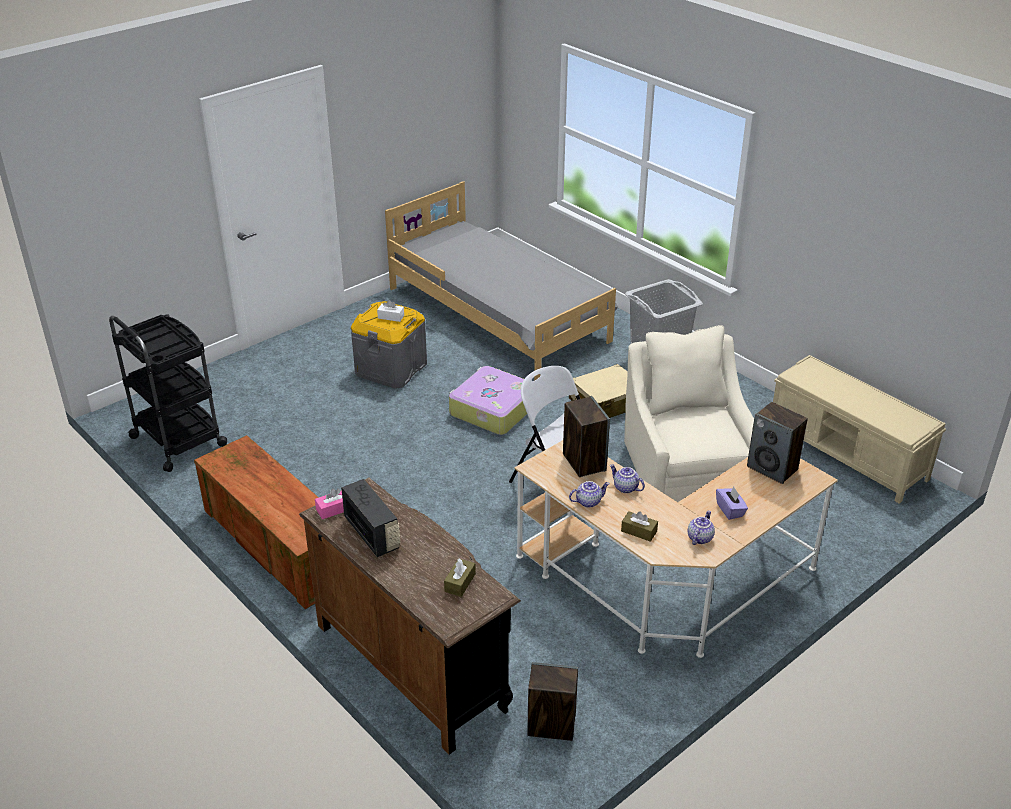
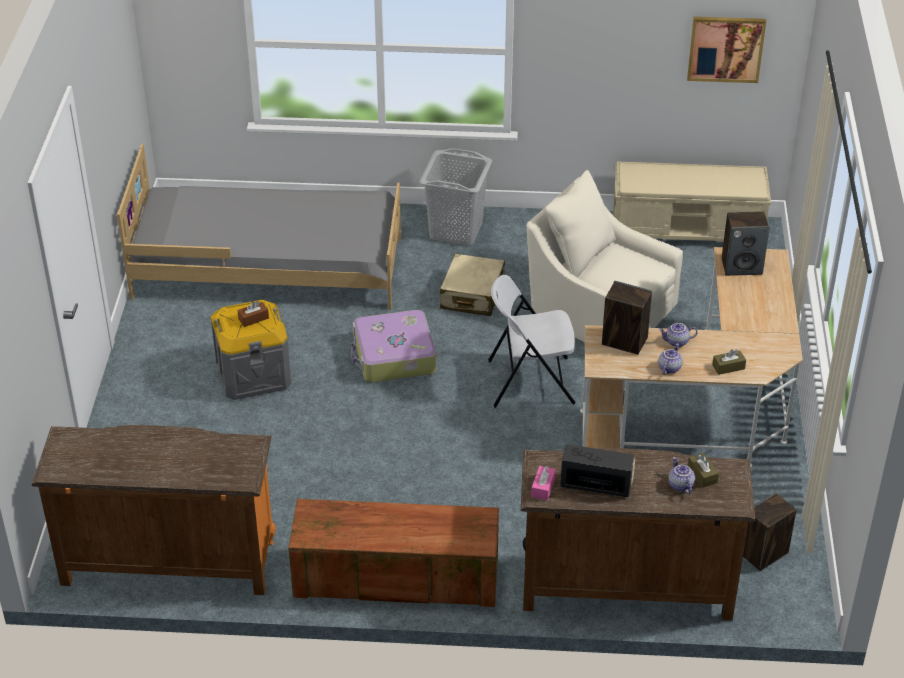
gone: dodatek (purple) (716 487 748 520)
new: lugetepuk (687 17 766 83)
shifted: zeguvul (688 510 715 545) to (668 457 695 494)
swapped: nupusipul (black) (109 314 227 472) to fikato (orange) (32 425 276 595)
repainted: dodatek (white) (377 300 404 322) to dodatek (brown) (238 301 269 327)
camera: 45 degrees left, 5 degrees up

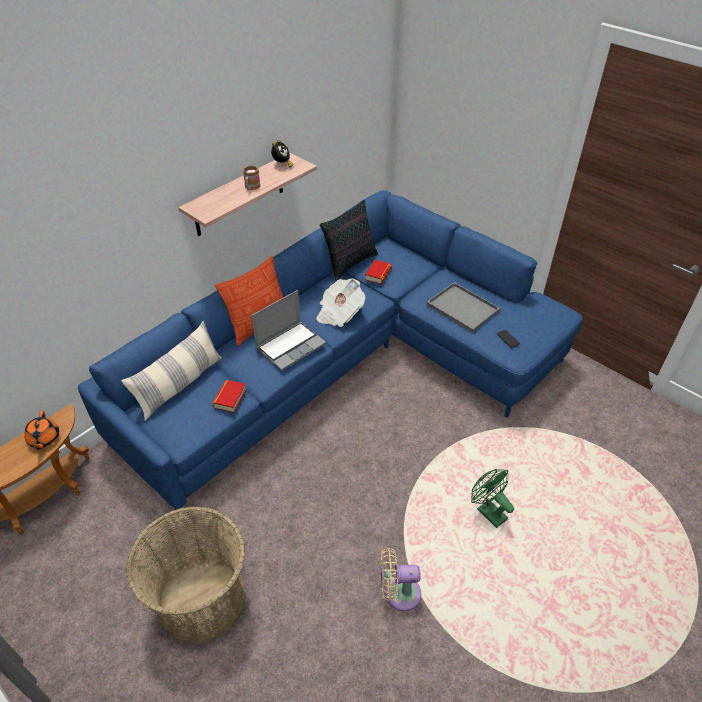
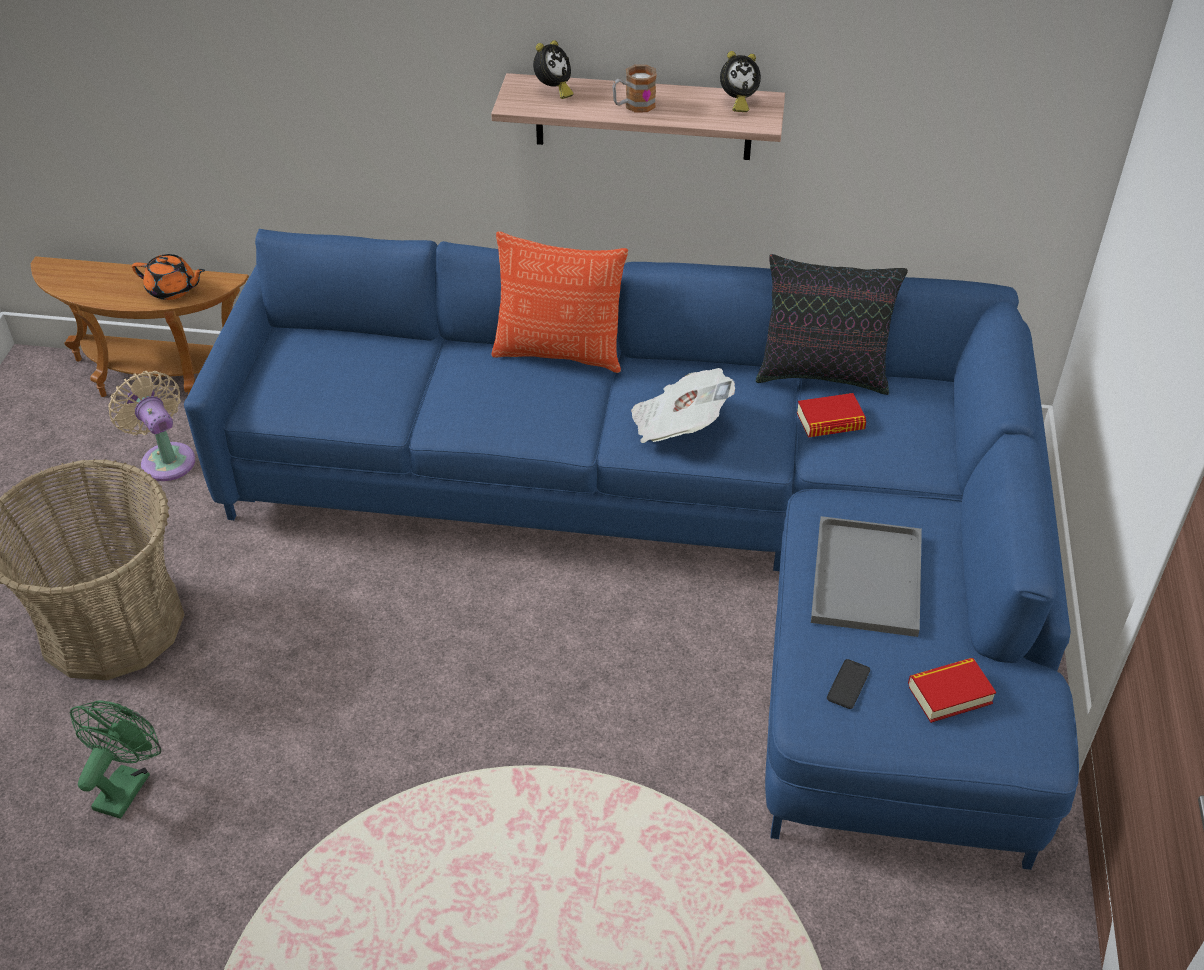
gone: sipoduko (121 321 222 421); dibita (251 290 326 371)
new: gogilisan (533 40 574 99)
shifted: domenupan (212 380 247 413) to (908 658 996 723); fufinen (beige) (381 548 421 611) to (108 371 196 481); fufinen (green) (471 469 514 528) to (70 700 161 819)
rotated: zeguvul (orange) (24 411 59 449) = (132 254 205 300) 120 degrees counterclockwise
camera: 55 degrees right, 0 degrees up

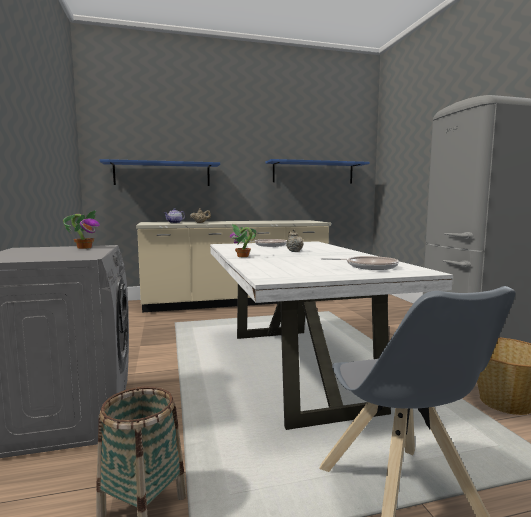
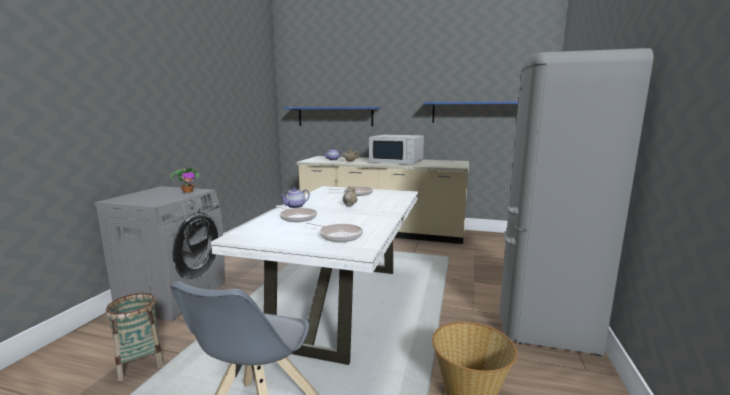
new: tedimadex (276 205 317 222); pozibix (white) (369 135 424 164)
swapped: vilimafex (230 224 256 257) to zeguvul (280 187 310 208)
camera: 30 degrees right, 5 degrees up

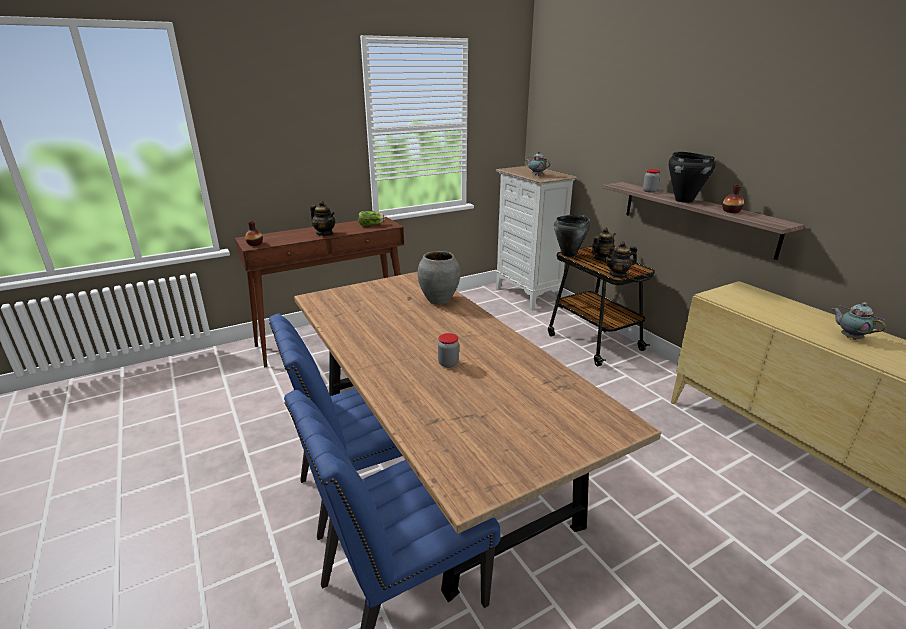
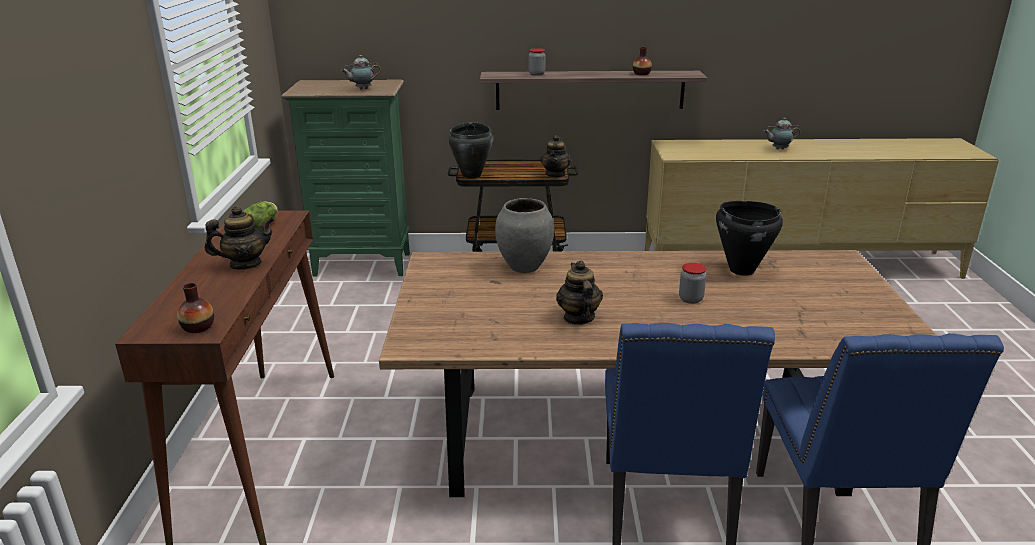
shifted: zeguvul (592 228 616 261) to (556 260 603 325); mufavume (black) (669 152 716 203) to (716 201 783 276)
repainted: fikato (white) (495 166 577 311) to fikato (green) (281 80 410 277)
camera: 60 degrees left, 0 degrees up

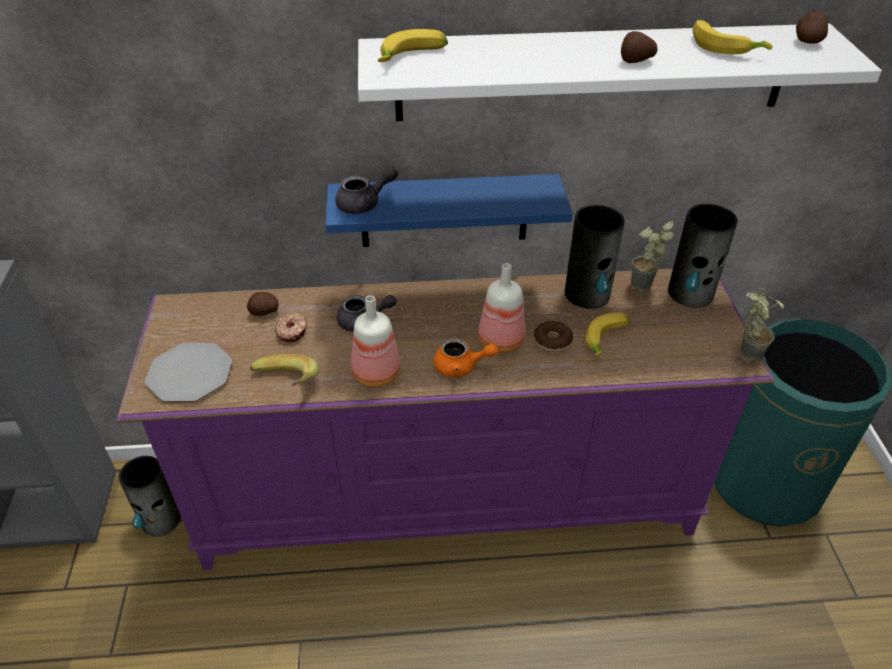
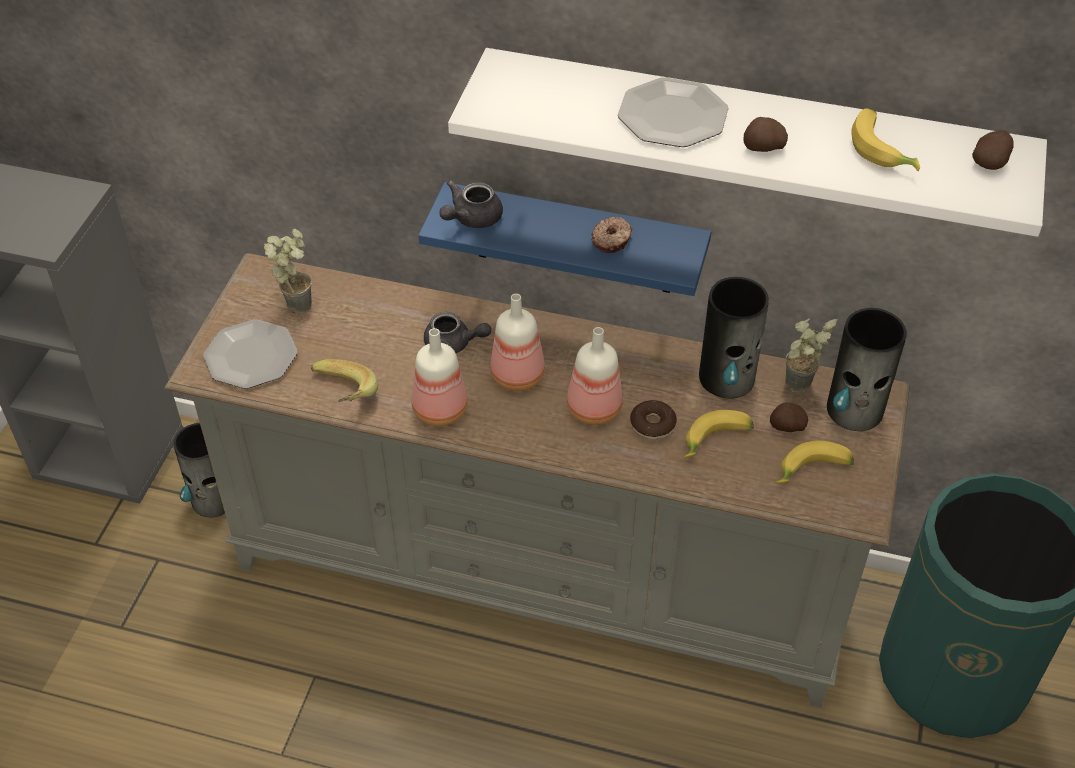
gone: zeguvul (orange) (433 338 498 378)
new: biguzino (490 294 545 391); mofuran (618 77 728 147)
shifted: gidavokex (247 292 279 316) to (770 403 808 432); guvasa (275 312 307 343) to (591 217 632 253); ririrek (378 29 448 62) to (775 441 854 484); vilimafex (740 284 784 364) to (264 229 312 315)
repainted: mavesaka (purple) (116 269 775 570) to mavesaka (grey) (164 253 910 708)
rotated: zeguvul (grey) (335 167 398 214) = (439 181 503 228) 135 degrees clockwise
camera: 20 degrees right, 5 degrees up

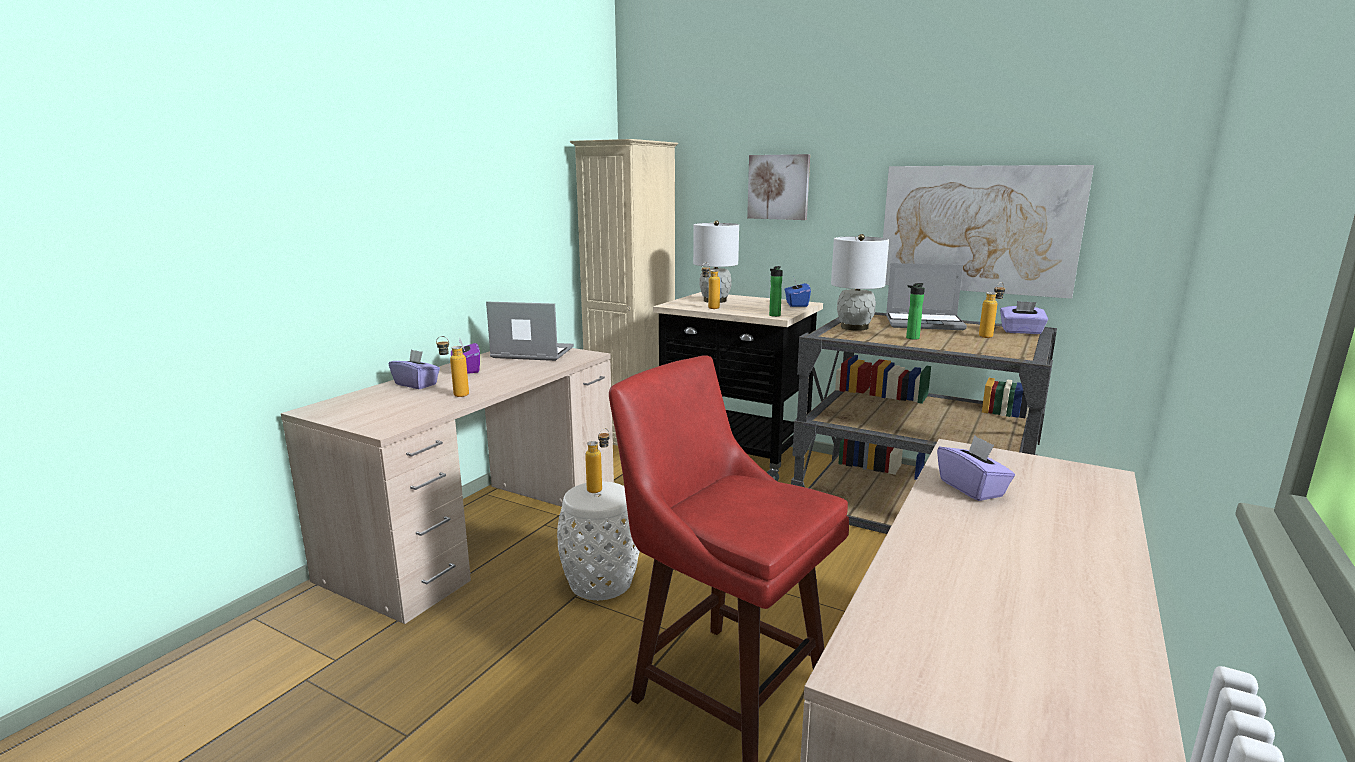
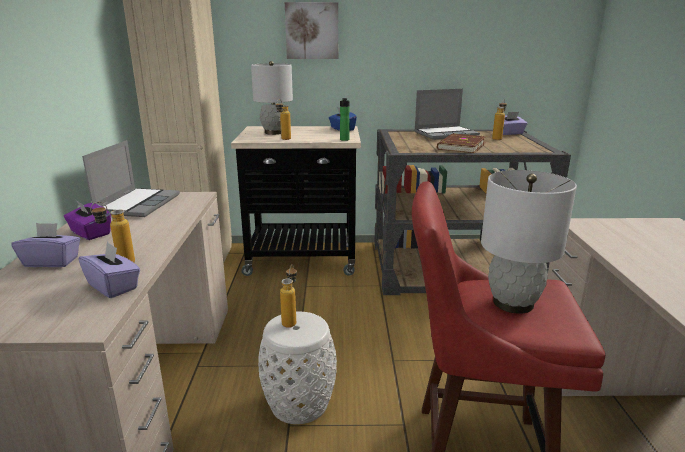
gone: lugetepuk (883 165 1094 299)
shifted: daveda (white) (831 234 889 331) to (481 170 577 314); dodatek (purple) (937 436 1015 501) to (79 242 140 298)
swapped: biguzino (906 283 925 340) to domenupan (brown) (437 133 486 153)
rotated: dibita (486 301 574 361) = (82 140 180 217) 120 degrees clockwise
camera: 30 degrees left, 5 degrees up

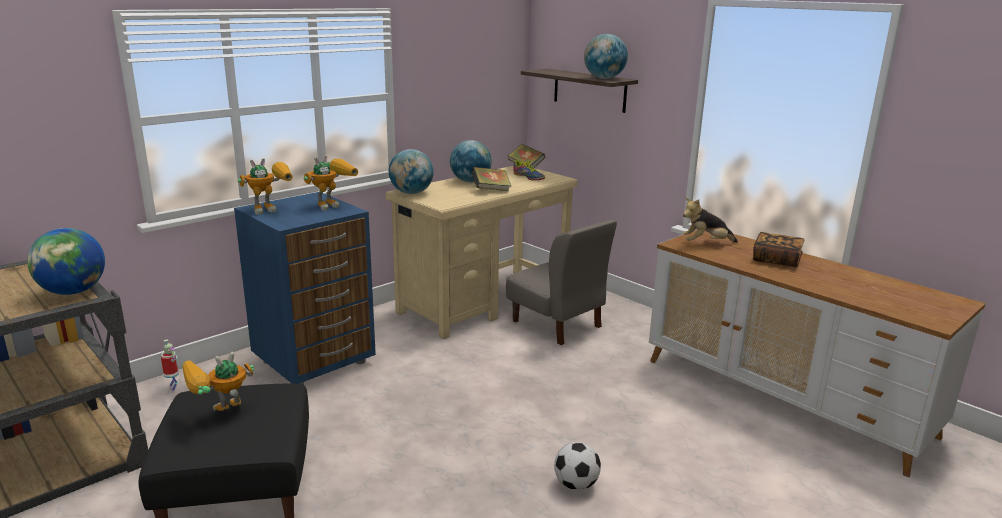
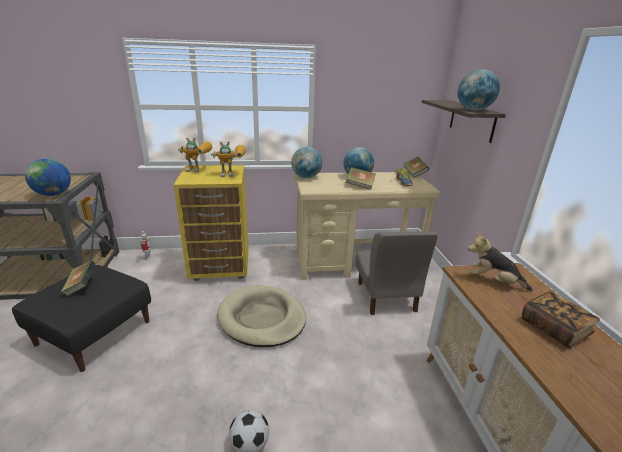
new: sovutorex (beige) (217 285 306 347)
swapped: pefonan (182 352 254 411) to domenupan (61 260 96 296)
repainted: fikato (blue) (234 192 376 385) to fikato (yellow) (174 165 248 281)
camera: 35 degrees right, 5 degrees up

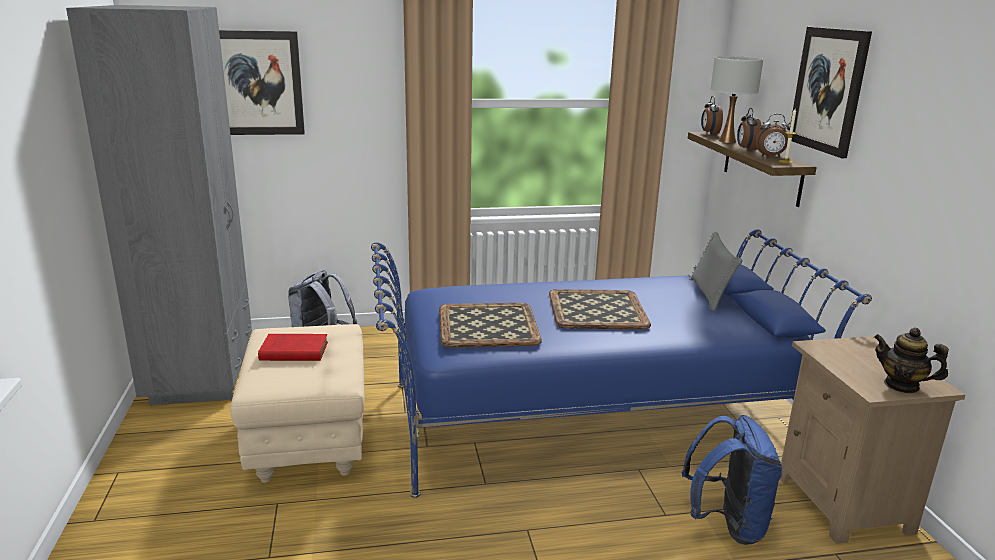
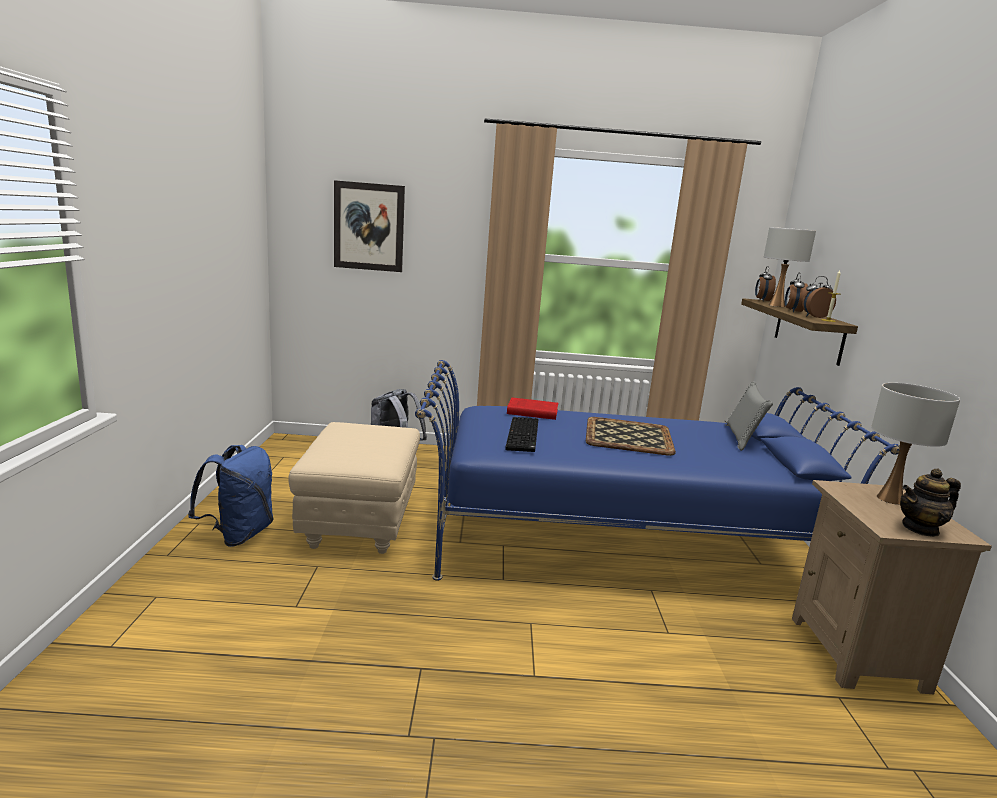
gone: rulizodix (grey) (66 5 252 405); lugetepuk (788 27 872 158)
new: daveda (white) (871 383 960 505)
shifted: domenupan (red) (258 334 328 361) to (507 397 558 420); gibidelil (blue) (682 415 783 545) to (188 445 274 547)
swapped: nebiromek (439 303 542 348) to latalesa (505 417 538 452)
rotated: gogilisan (755 114 790 157) = (802 276 836 318) 150 degrees clockwise; zeguvul (874 328 949 393) = (900 468 961 537) 60 degrees counterclockwise
camera: 10 degrees right, 5 degrees down

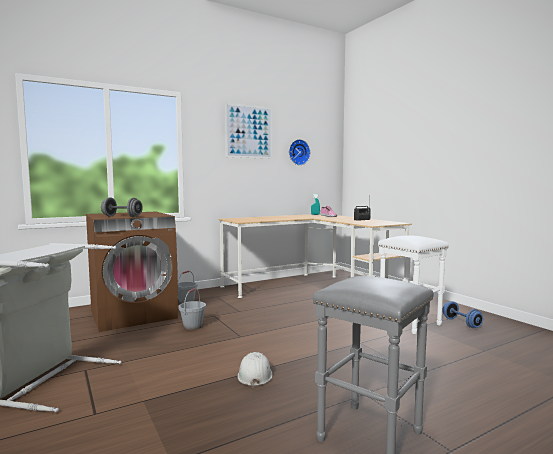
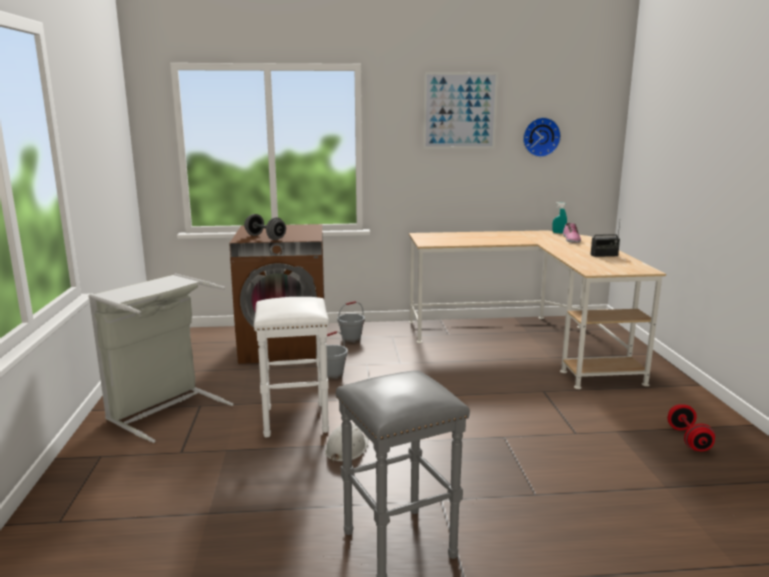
shifted: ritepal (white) (378 236 449 334) to (254 297 329 437)
repainted: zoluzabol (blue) (442 301 483 328) to zoluzabol (red) (668 404 715 451)
camera: 25 degrees right, 10 degrees up

